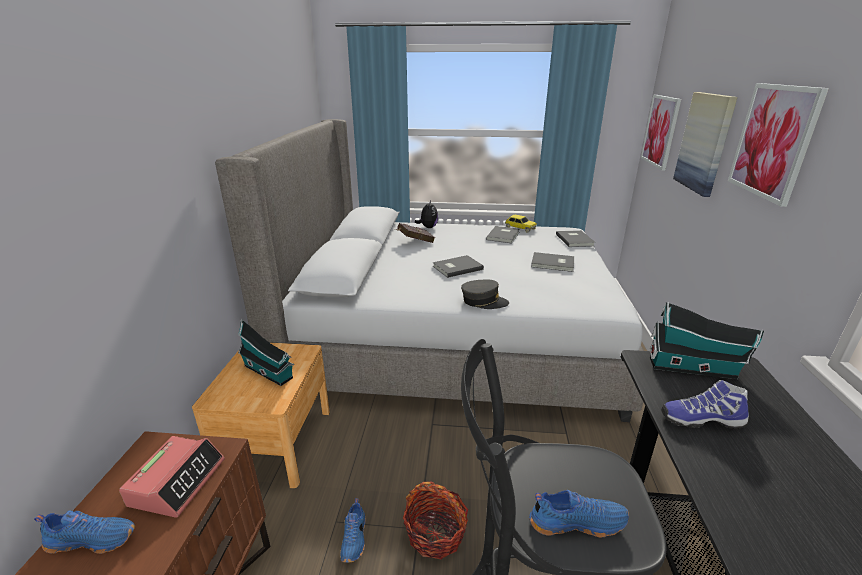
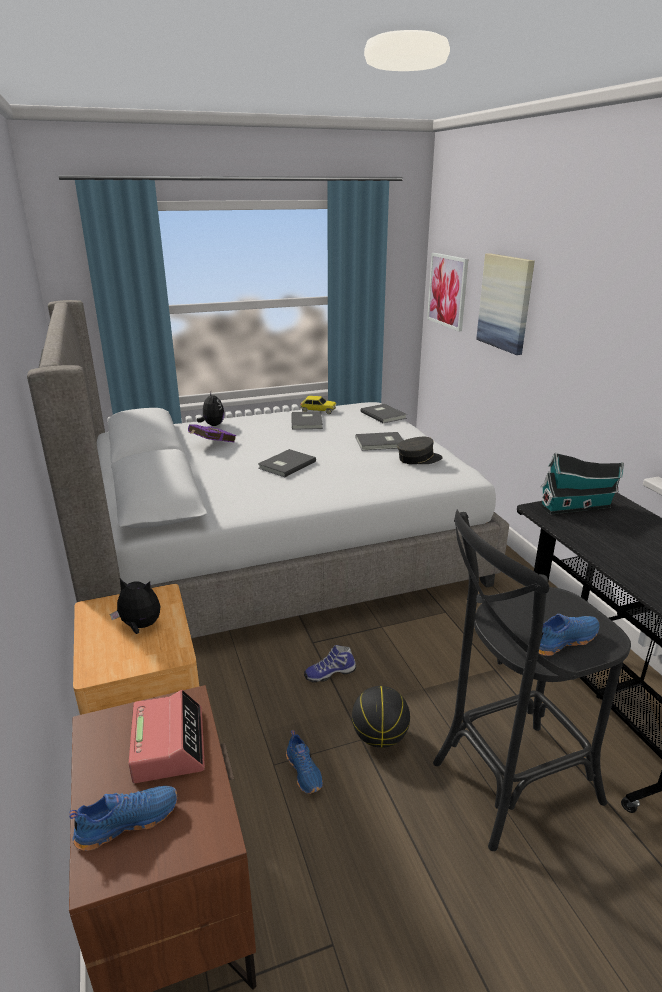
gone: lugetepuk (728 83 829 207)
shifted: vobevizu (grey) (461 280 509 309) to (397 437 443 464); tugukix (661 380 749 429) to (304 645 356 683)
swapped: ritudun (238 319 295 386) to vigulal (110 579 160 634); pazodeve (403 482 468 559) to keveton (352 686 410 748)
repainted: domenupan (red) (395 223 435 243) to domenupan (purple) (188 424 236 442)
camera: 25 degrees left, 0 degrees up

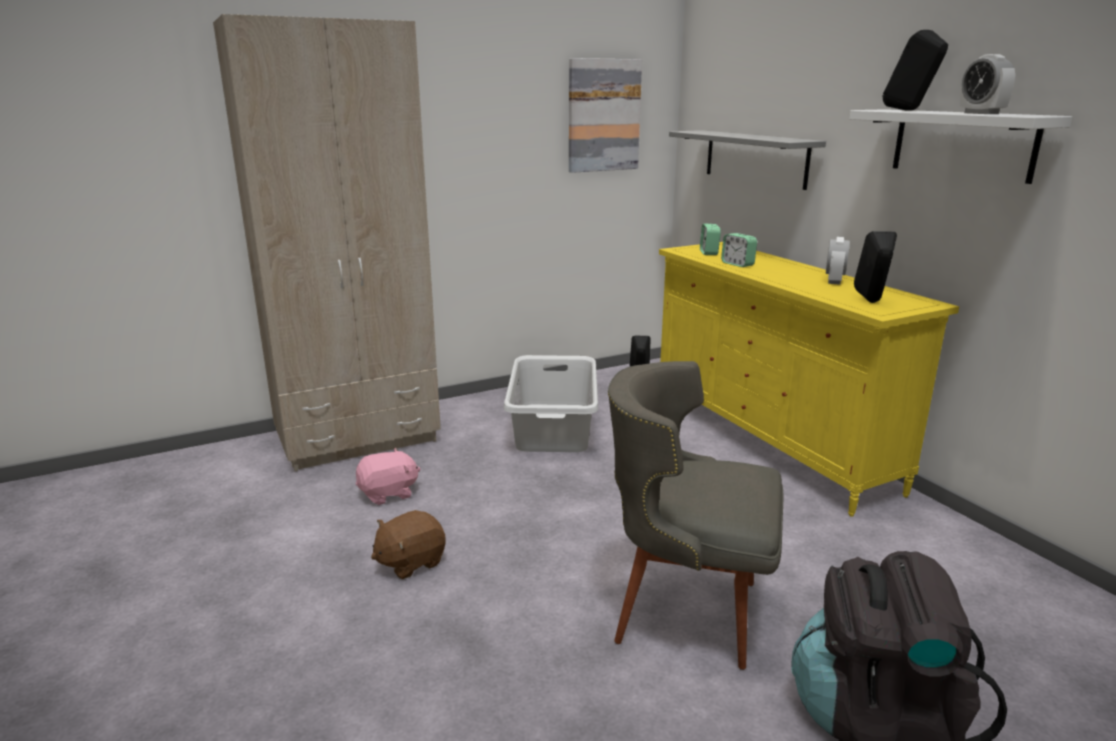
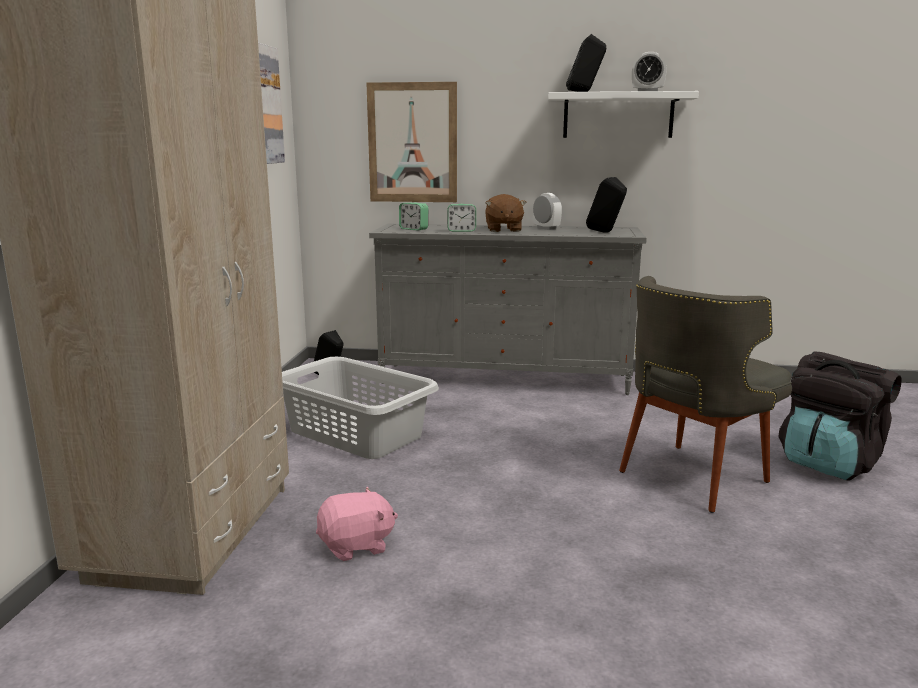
shifted: vigulal (brown) (371 510 446 579) to (485 194 527 232)
swapped: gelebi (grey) (669 130 826 190) to lugetepuk (366 82 457 202)
repainted: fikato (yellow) (659 242 959 517) to fikato (grey) (369 224 647 395)
rotated: vigulal (pink) (356 447 420 505) = (316 487 398 561) 60 degrees clockwise
camera: 55 degrees left, 5 degrees down

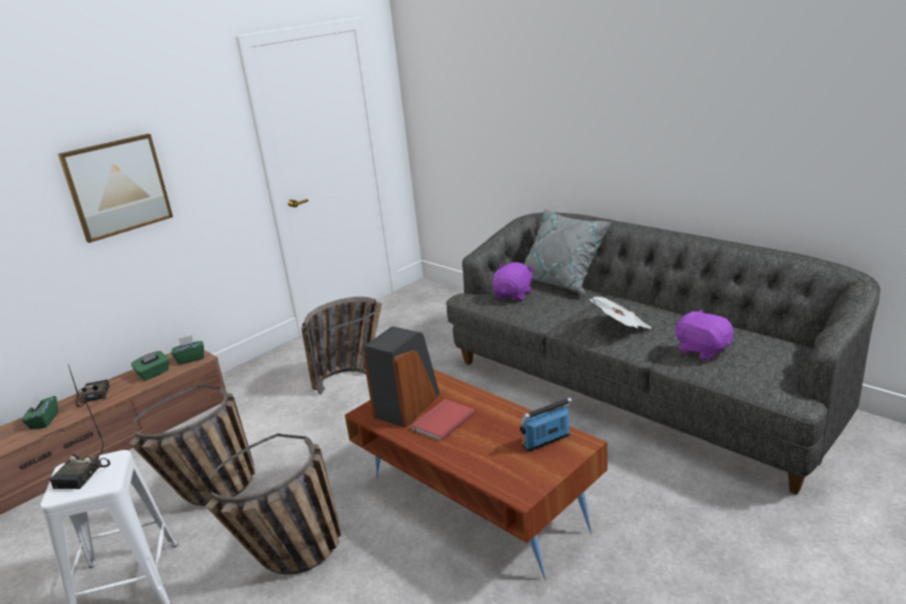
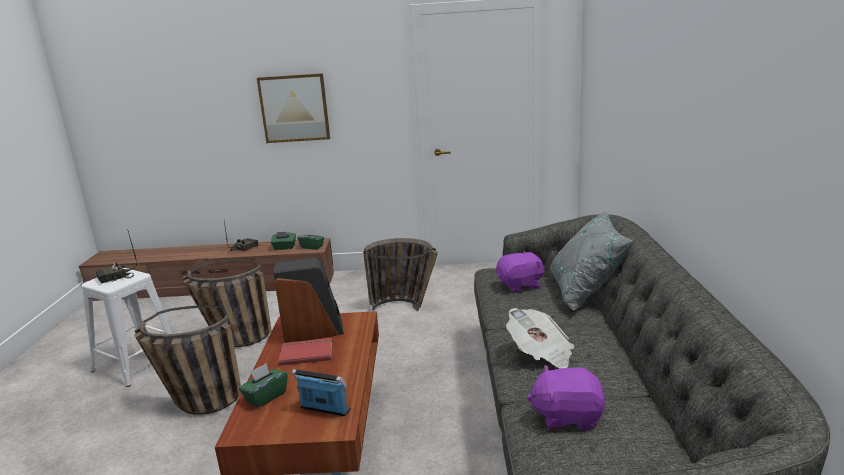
shifted: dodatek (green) (22 395 58 430) to (239 363 288 408)
rotated: vigulal (purple) (675 309 733 361) = (527 365 605 430) 90 degrees counterclockwise
camera: 45 degrees right, 5 degrees down

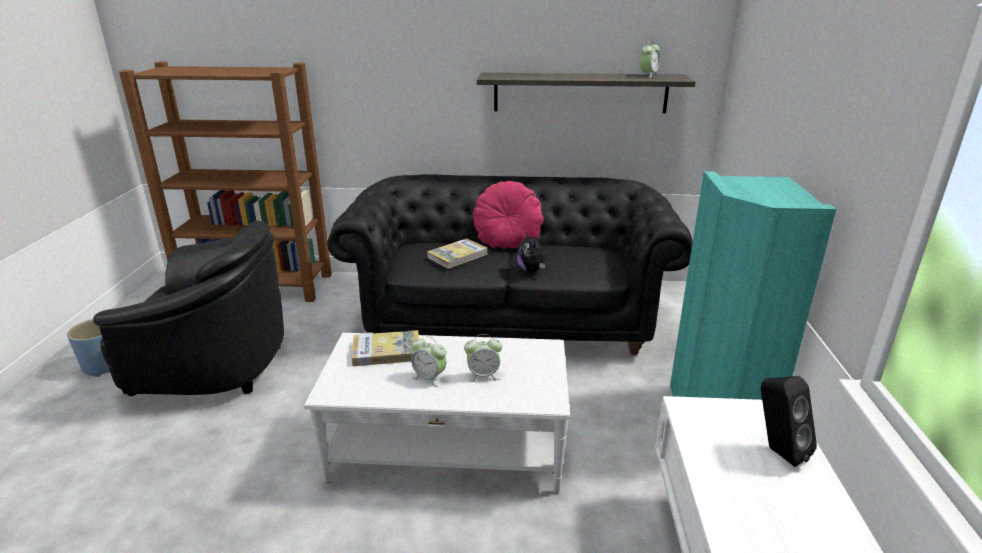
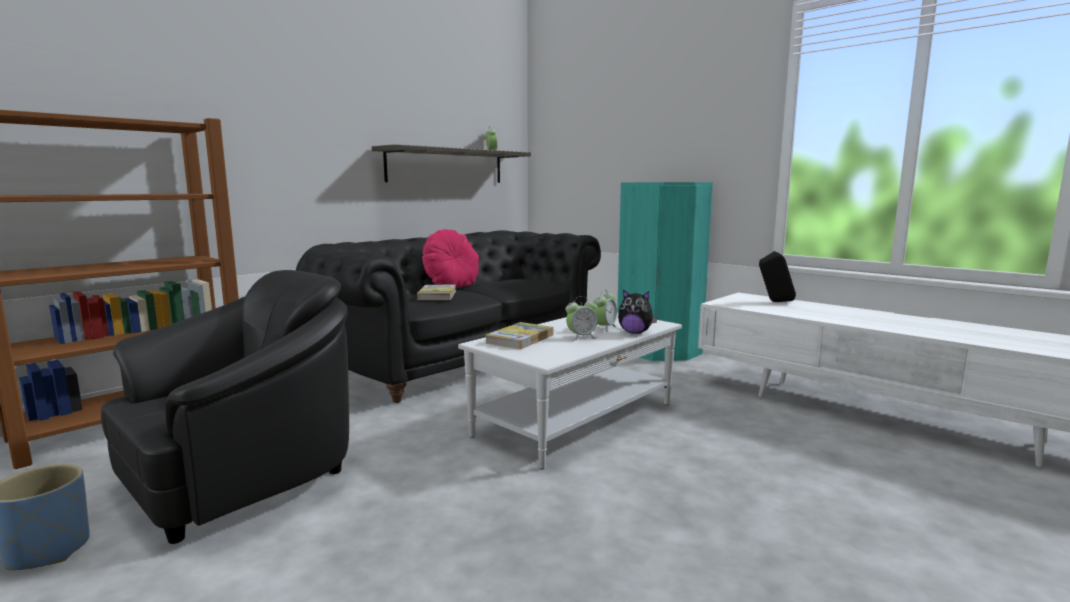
shifted: vigulal (517 232 547 273) to (618 289 658 334)
camera: 50 degrees left, 15 degrees down

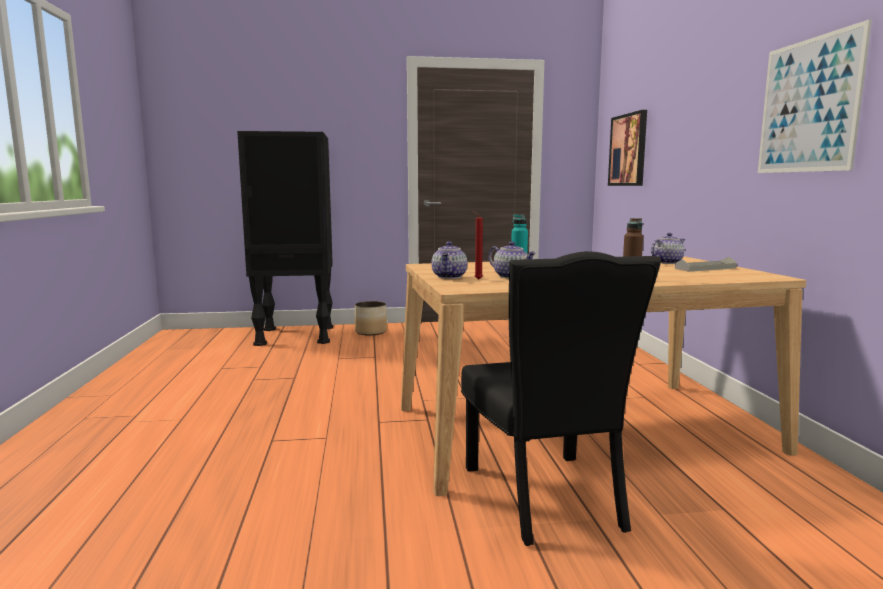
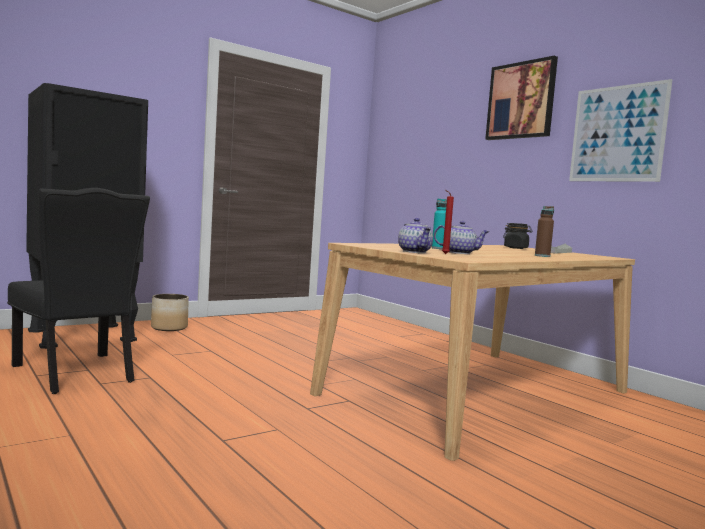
shifted: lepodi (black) (461 251 661 546) to (7 188 150 394); lugetepuk (608 110 647 186) to (485 56 558 140)
swapped: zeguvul (651 233 685 264) to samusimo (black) (503 223 533 249)
camera: 30 degrees left, 5 degrees down

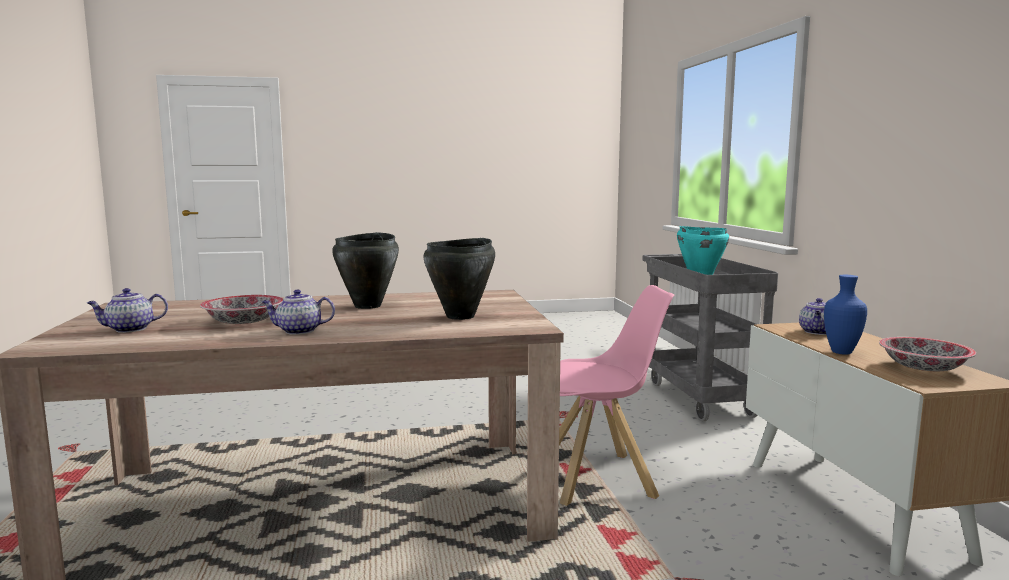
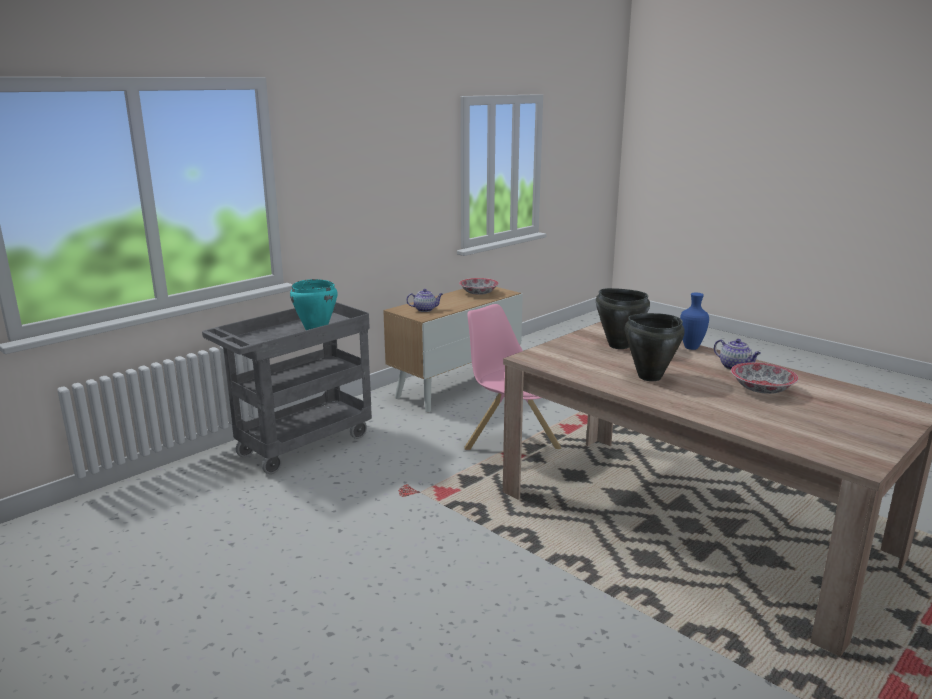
gone: zeguvul (87 288 168 333)
shifted: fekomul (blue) (824 275 867 355) to (680 293 709 350)
camera: 125 degrees left, 10 degrees up

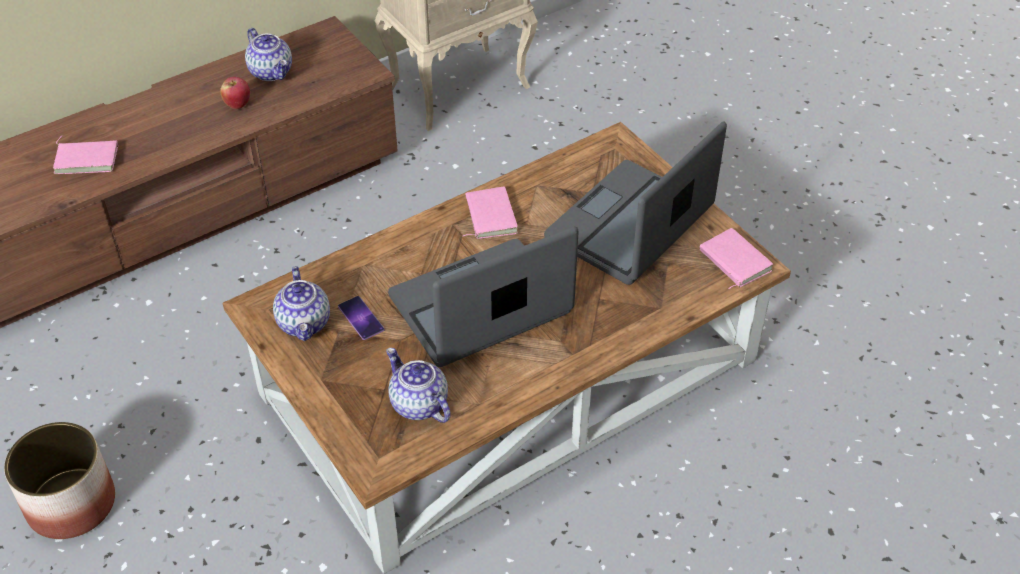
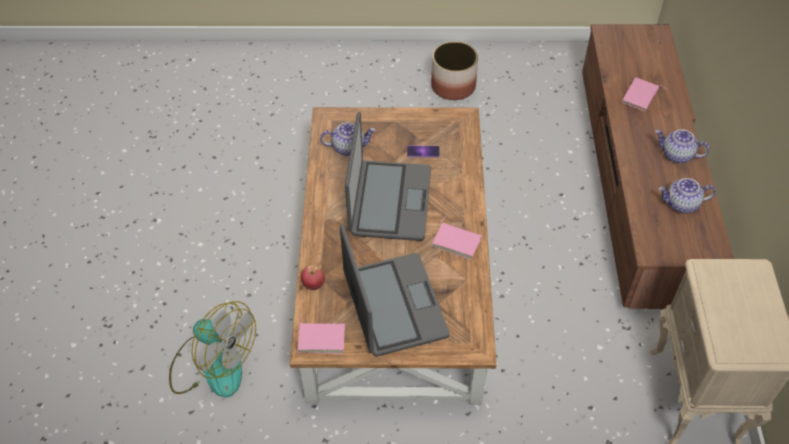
new: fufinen (169 301 256 398)
shifted: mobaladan (220 77 250 109) to (301 265 325 290); zeguvul (273 266 330 341) to (655 129 710 164)
camera: 125 degrees right, 5 degrees up

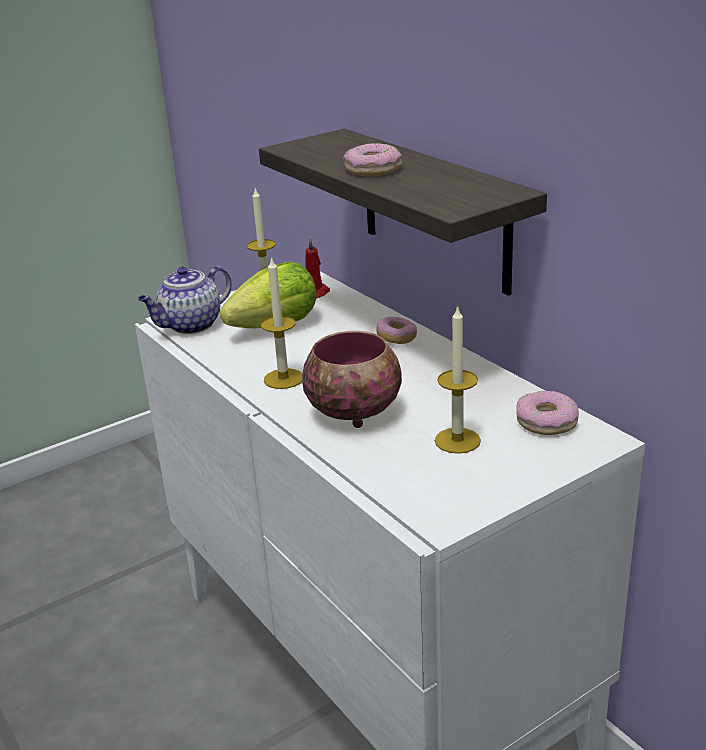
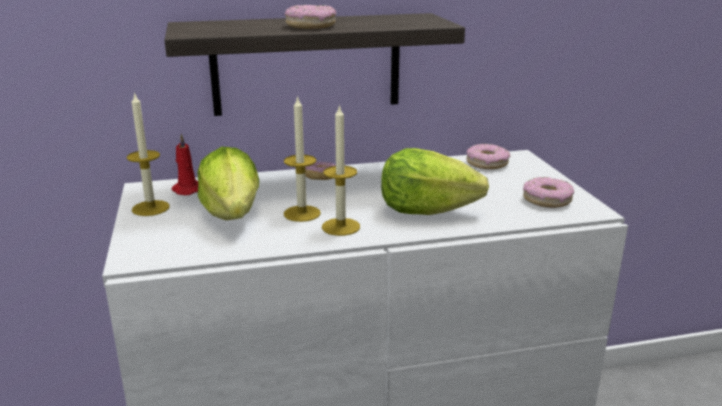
gone: zeguvul (138 266 232 334)
new: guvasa (523 177 574 208)
shifted: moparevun (435 305 481 454) to (284 95 321 222)
swapped: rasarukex (302 331 402 428) to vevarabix (381 148 489 215)
camera: 70 degrees left, 5 degrees down

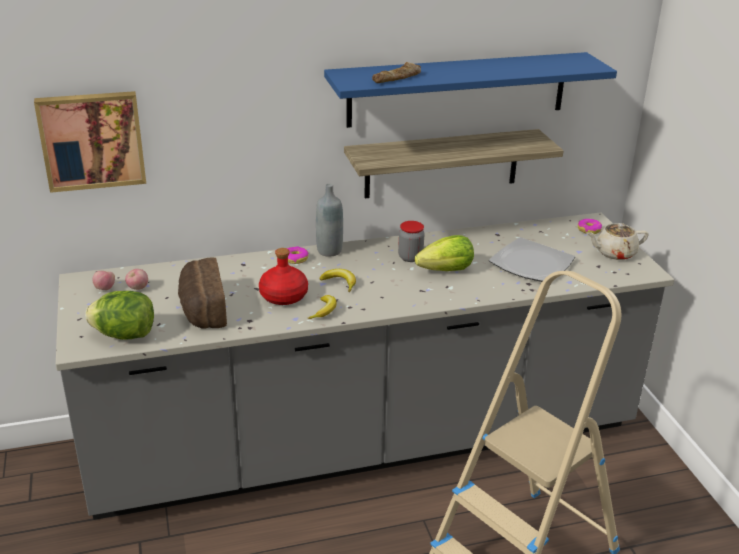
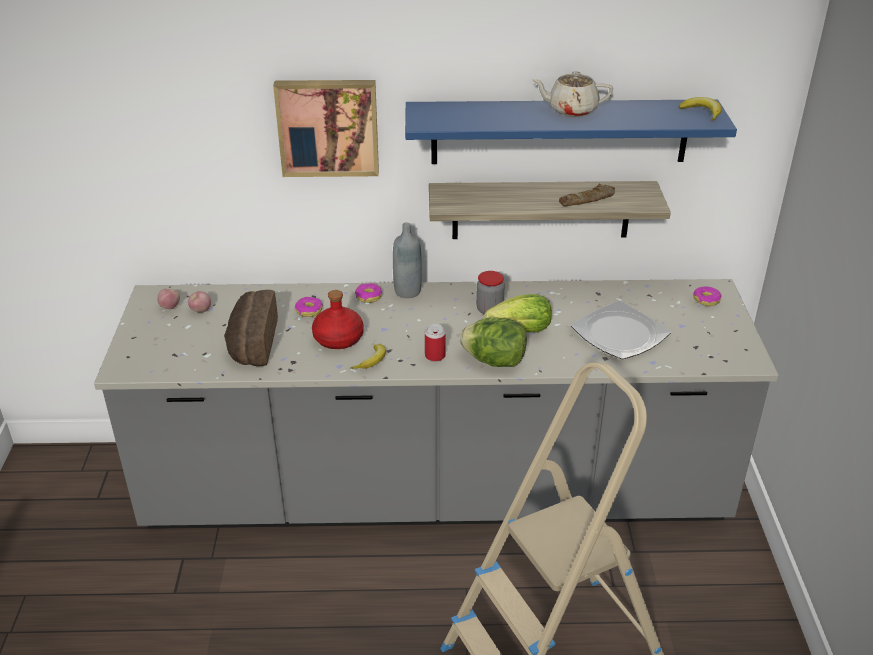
new: guvasa (295 297 323 317); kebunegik (425 324 446 362)
shifted: lugetepuk (34 91 146 193) to (273 80 379 177); vevarabix (85 291 154 340) to (460 317 527 367); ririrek (319 269 356 292) to (679 97 722 121); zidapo (372 62 421 83) to (559 184 615 206); zeguvul (beige) (586 223 649 260) to (532 71 613 117)
camera: 15 degrees right, 5 degrees up

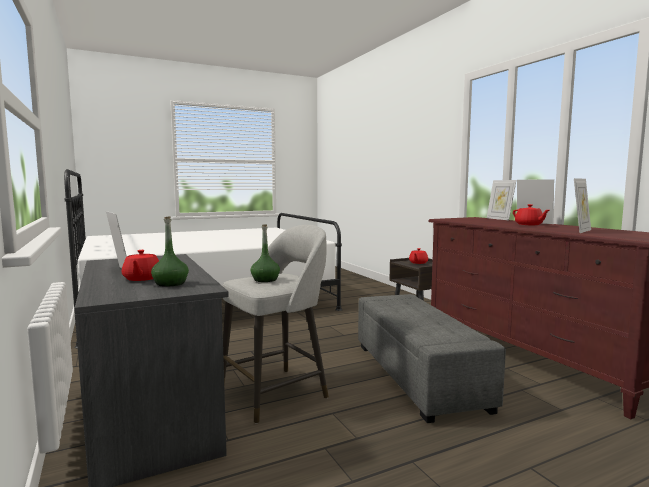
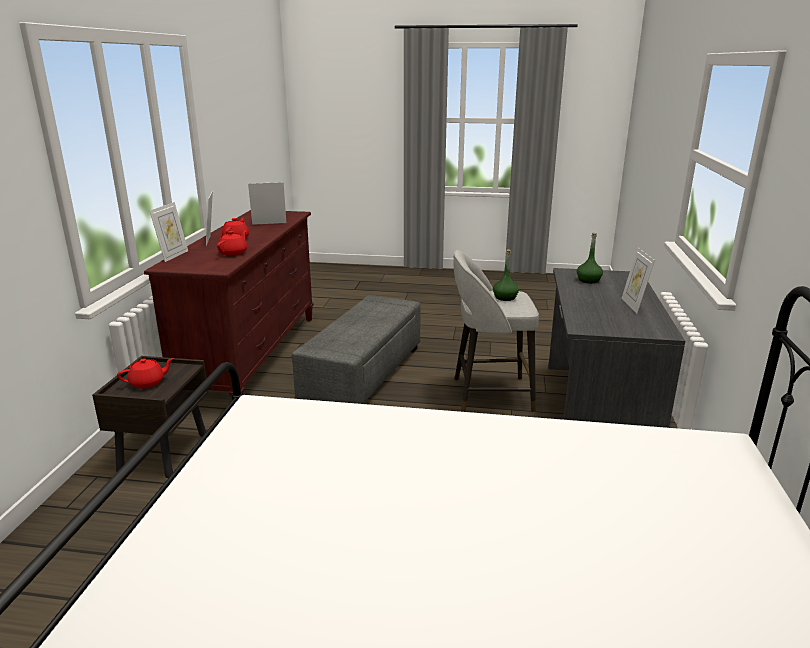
shifted: zeguvul (red) (122 250 159 281) to (217 230 247 256)
camera: 145 degrees left, 15 degrees up

